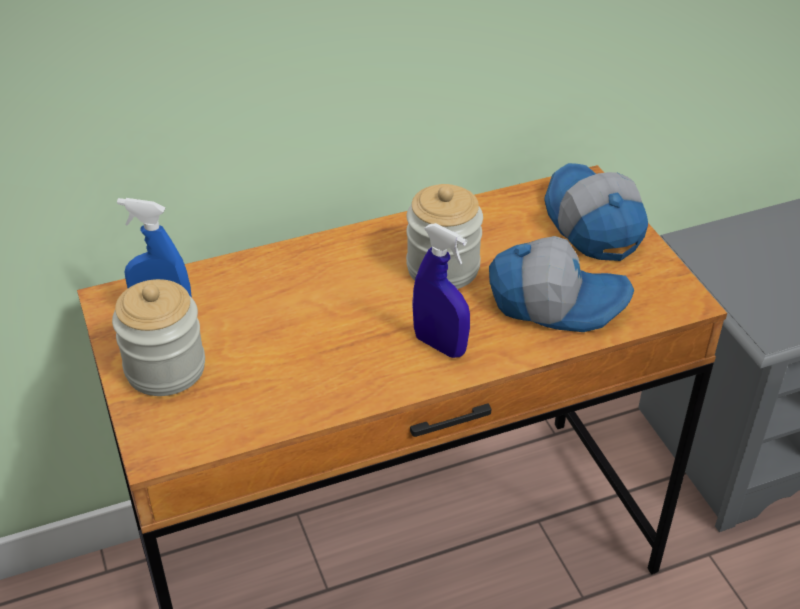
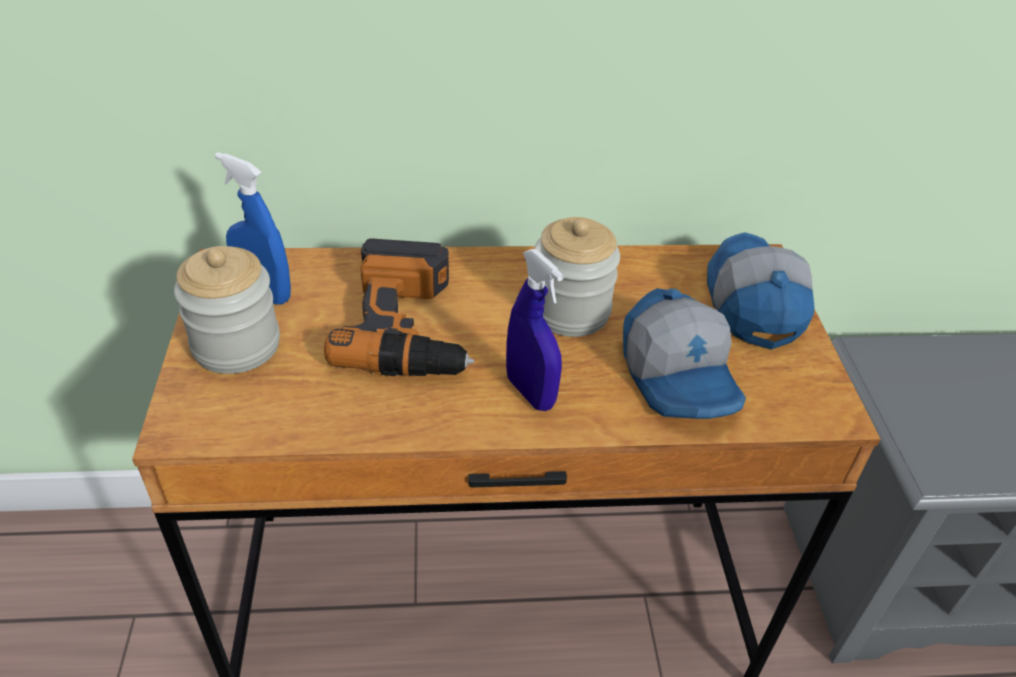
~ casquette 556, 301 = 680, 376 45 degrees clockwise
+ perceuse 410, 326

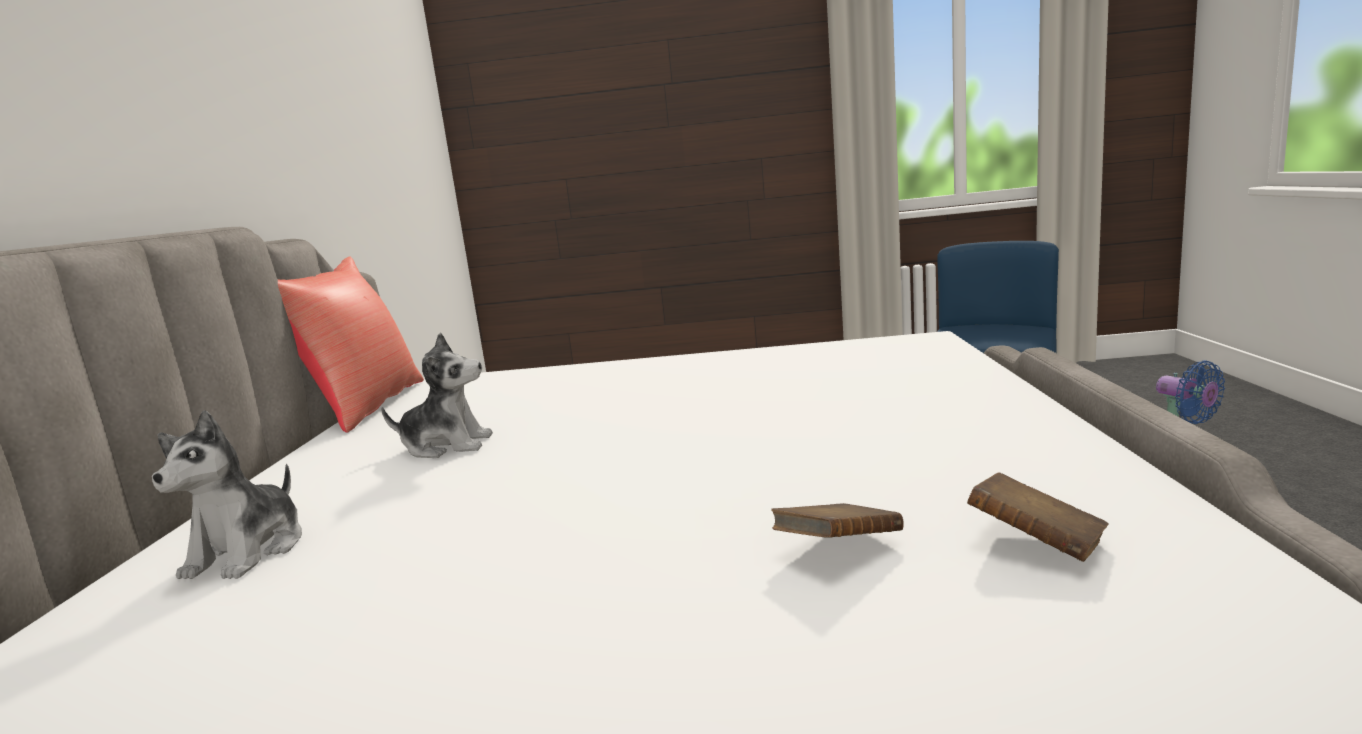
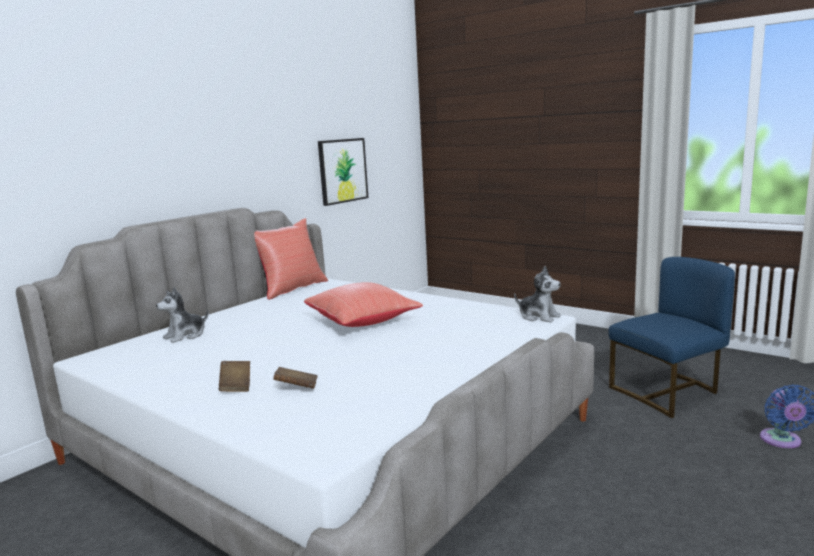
~ peluche 447, 445 to 539, 317
~ livre/marron 1036, 543 to 236, 386
+ tableau 342, 171
+ coussin/rouge 363, 322

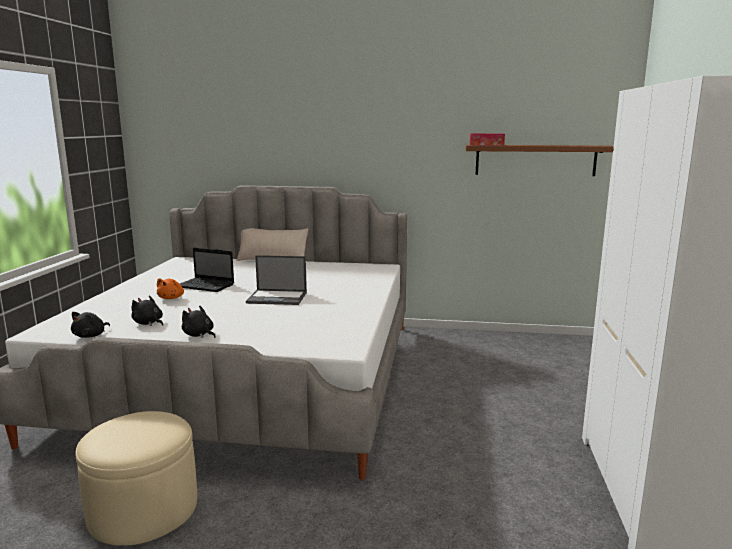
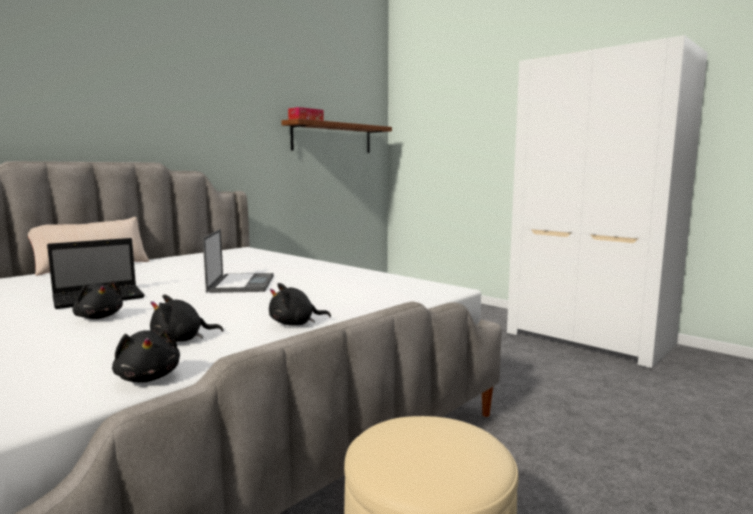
~ ordinateur portable 278, 298 = 241, 283 45 degrees counterclockwise
~ peluche/orange 171, 298 to peluche/noir 99, 317

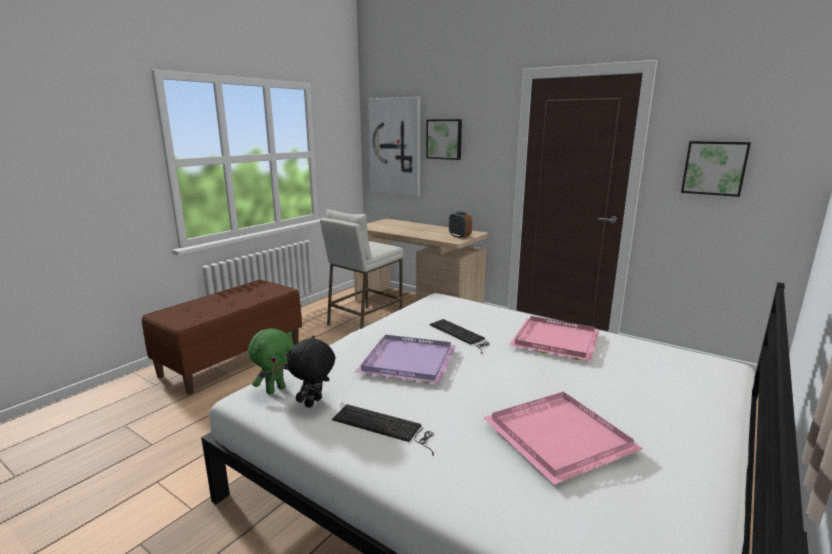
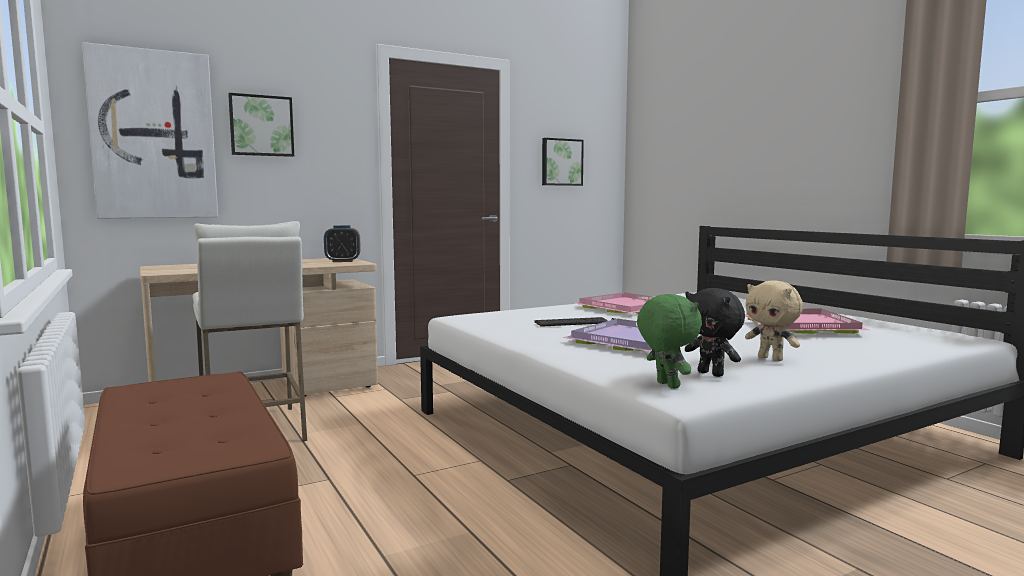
~ clavier 385, 427 to peluche/beige 771, 359

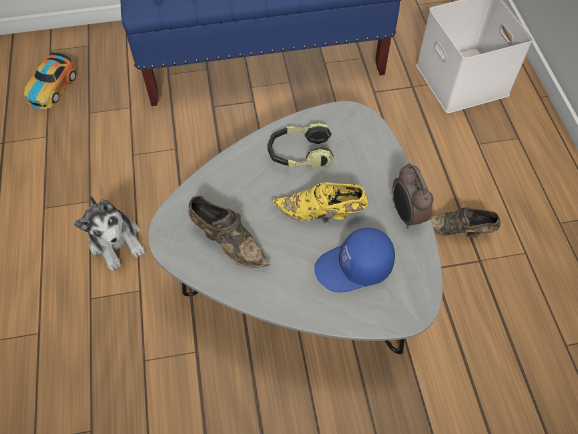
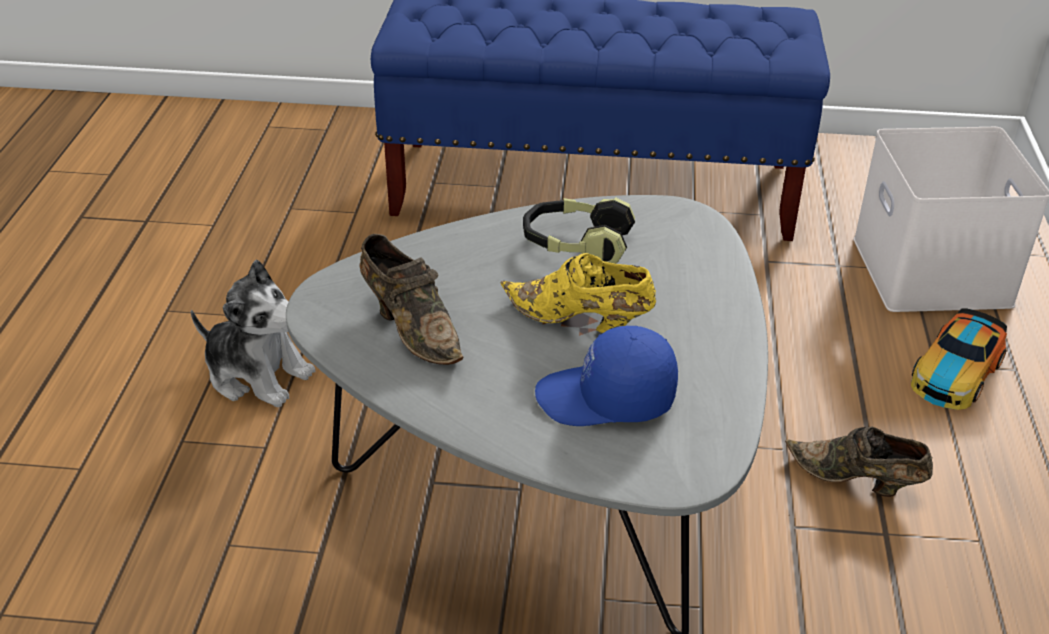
~ petite voiture 51, 87 to 955, 372
- réveil 406, 215
~ peluche 116, 241 = 258, 374 45 degrees counterclockwise

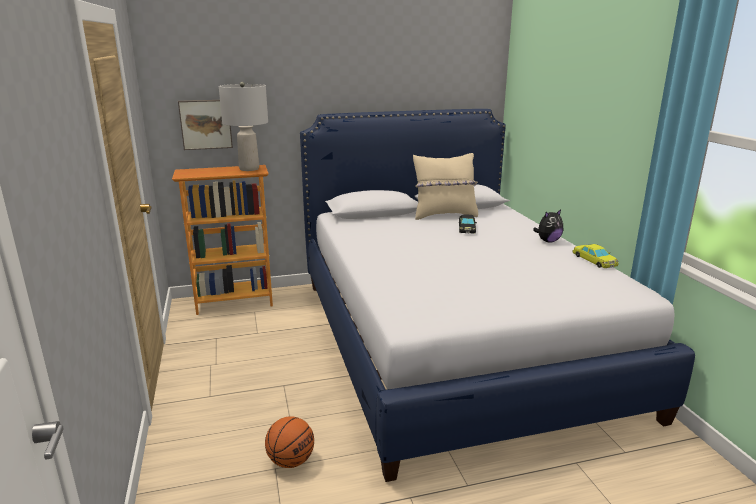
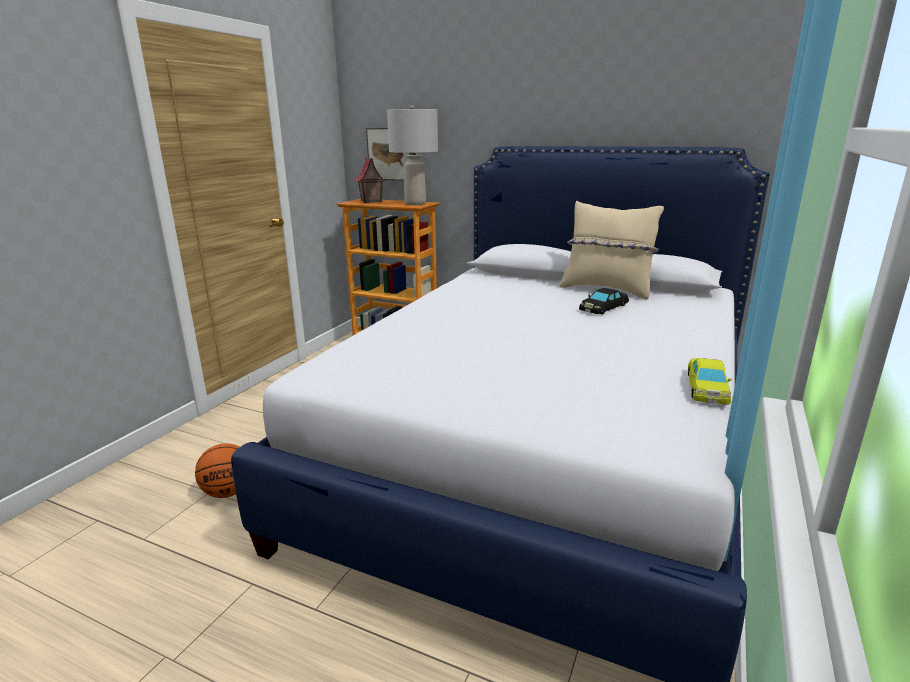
- peluche 548, 241
+ maison miniature 371, 201

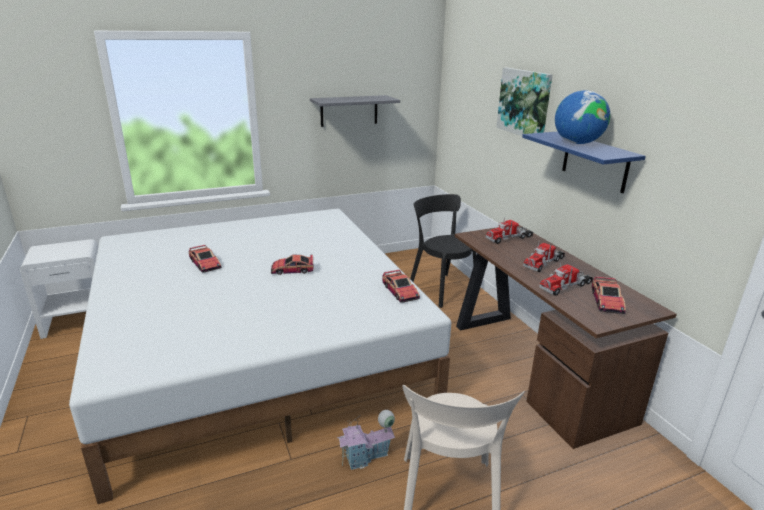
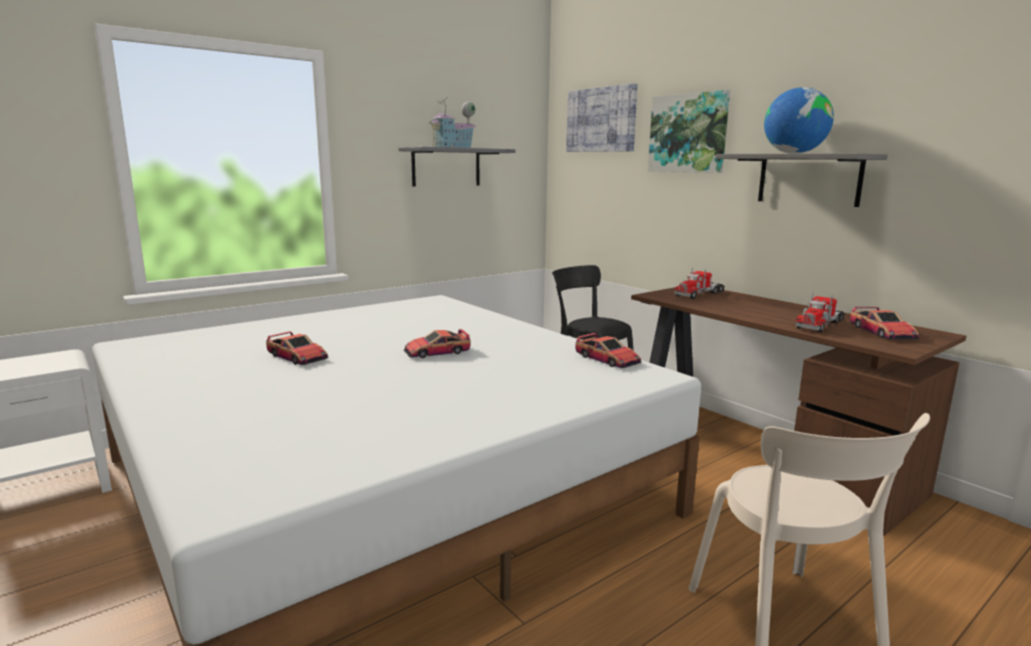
~ étagère/bleu 595, 161 to étagère/gris 808, 179
- camion jouet 544, 263
~ maison miniature 366, 457 to 453, 147
+ tableau 601, 120

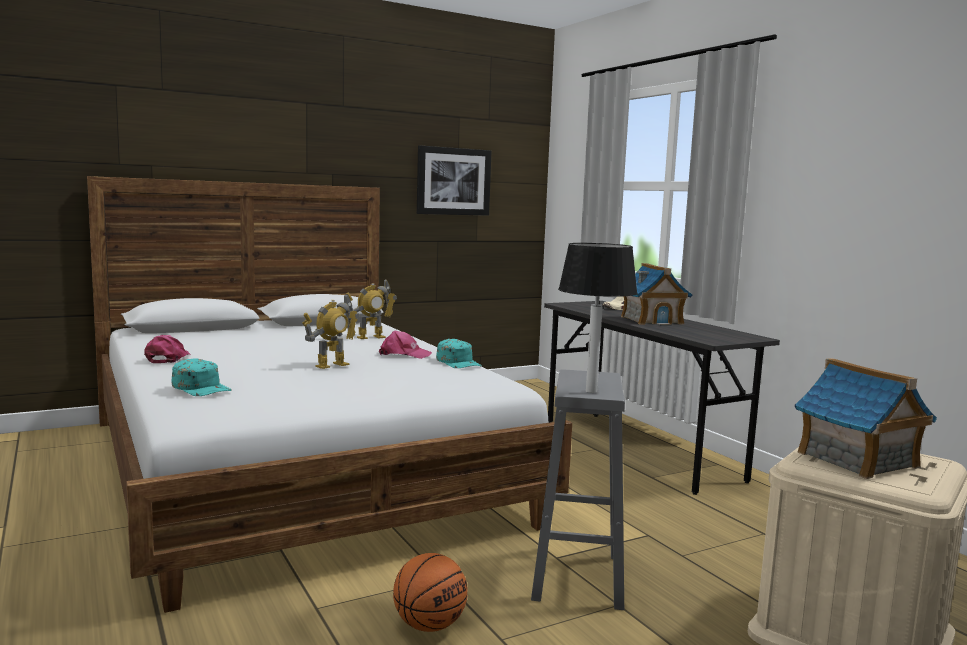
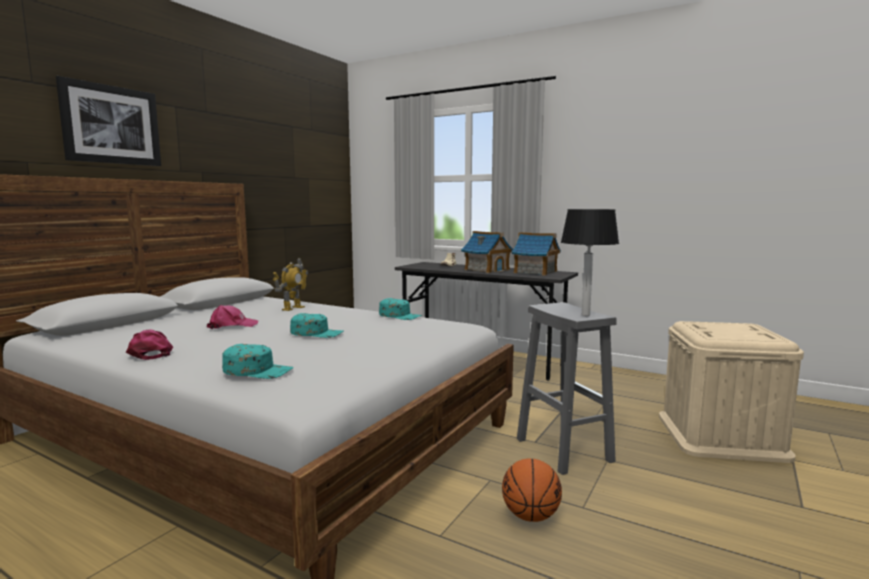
~ tableau 453, 181 to 111, 125
~ robot jouet 332, 365 to casquette/turquoise 317, 333
~ casquette/rose 404, 354 to 232, 325
~ maison miniature 858, 460 to 535, 272

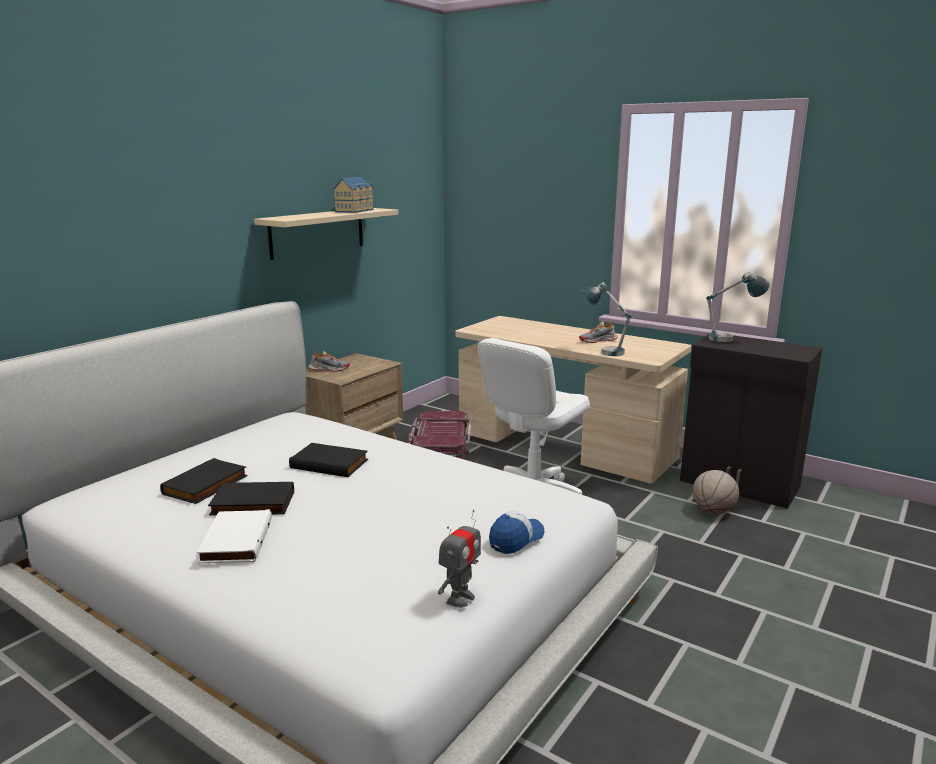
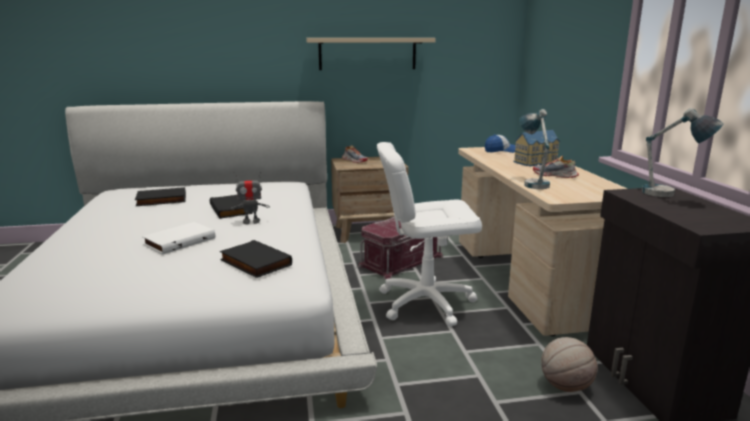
~ maison miniature 356, 210 to 537, 162
~ livre/noir 252, 504 to 254, 263
~ livre/blanc 235, 541 to 179, 241
~ robot jouet 460, 598 to 251, 221
~ casquette 516, 539 to 501, 151

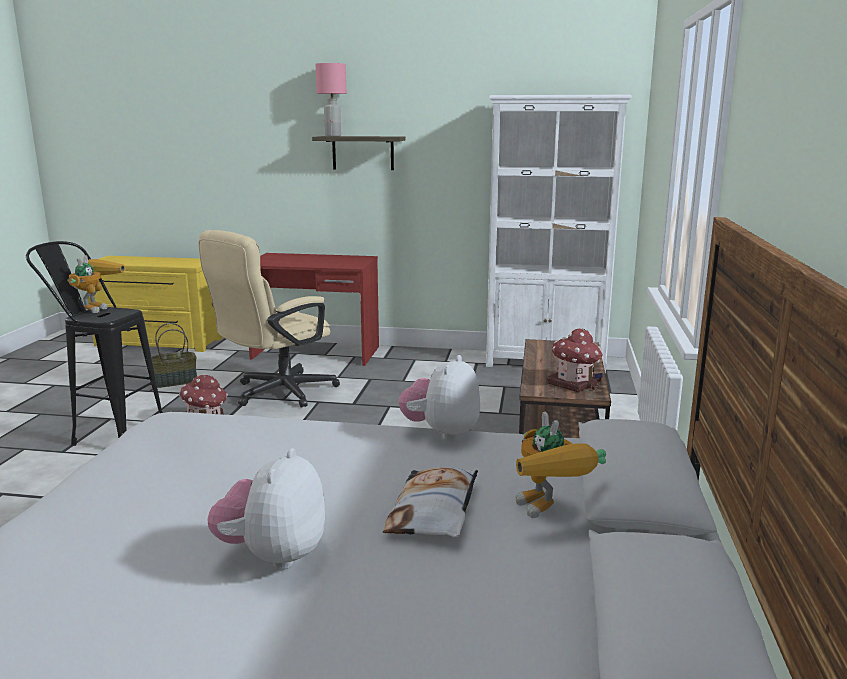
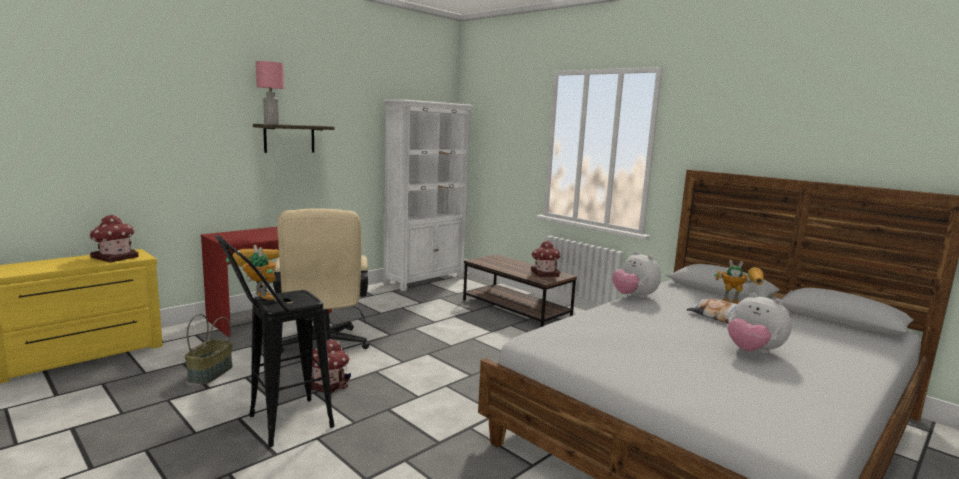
+ maison miniature 114, 257

